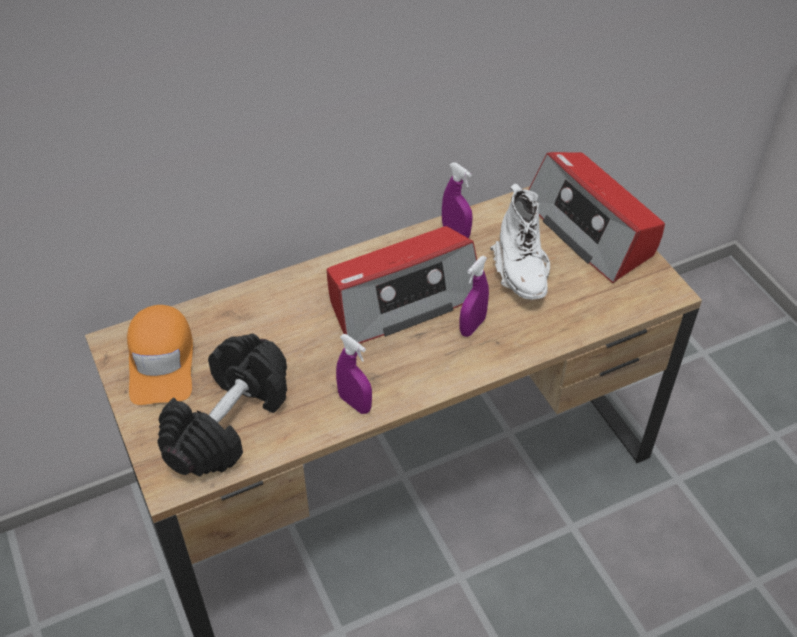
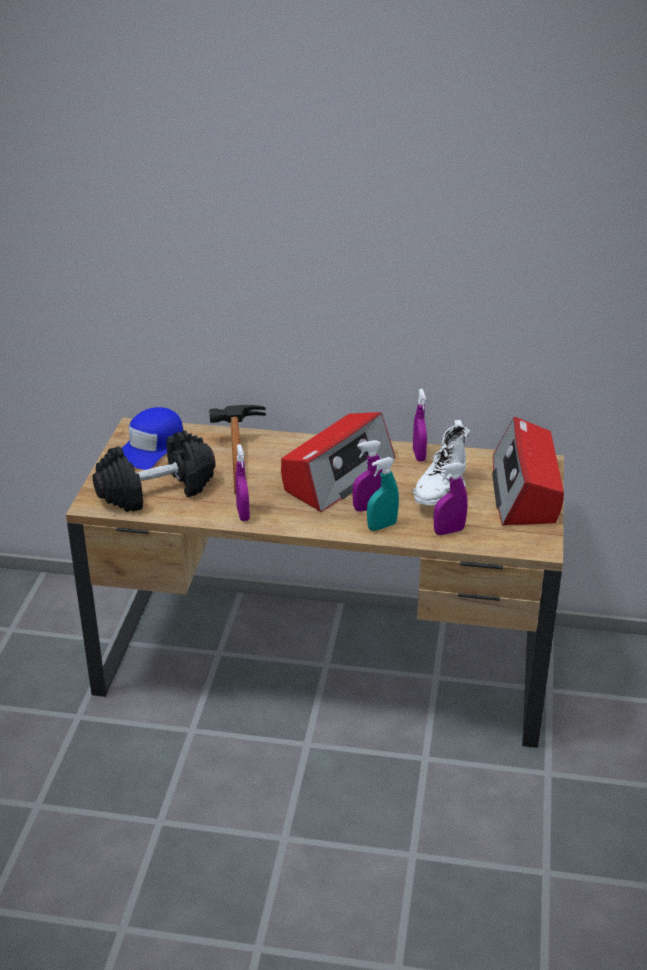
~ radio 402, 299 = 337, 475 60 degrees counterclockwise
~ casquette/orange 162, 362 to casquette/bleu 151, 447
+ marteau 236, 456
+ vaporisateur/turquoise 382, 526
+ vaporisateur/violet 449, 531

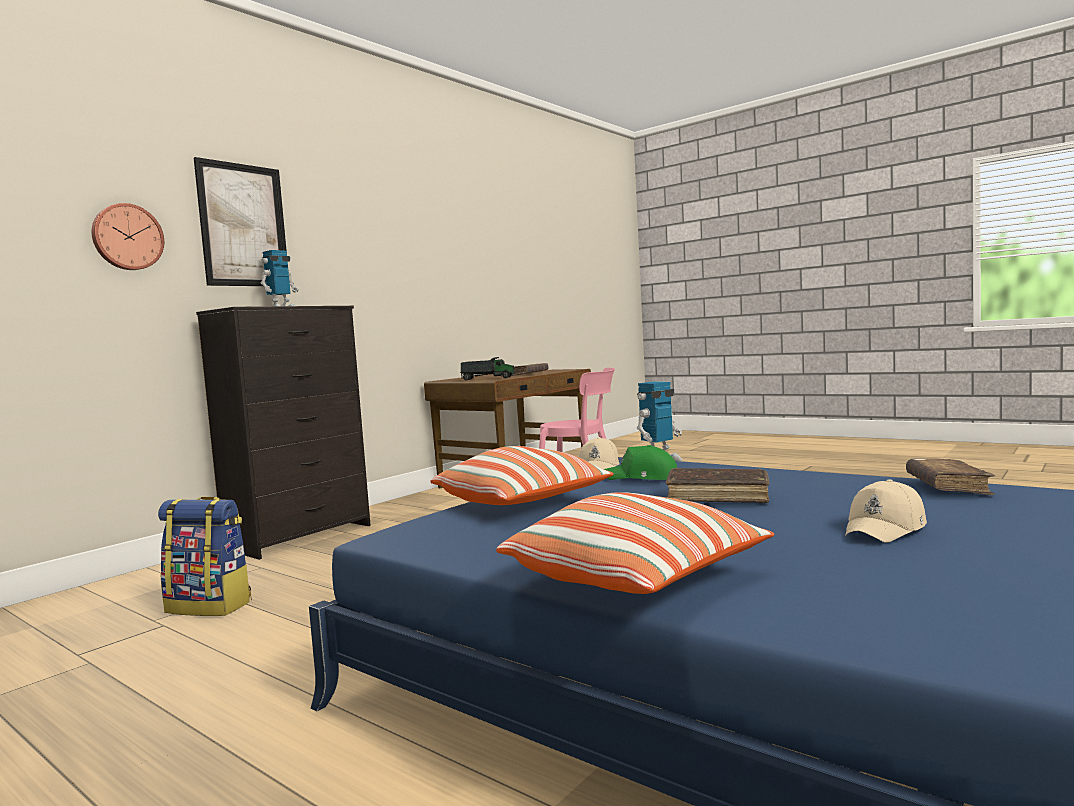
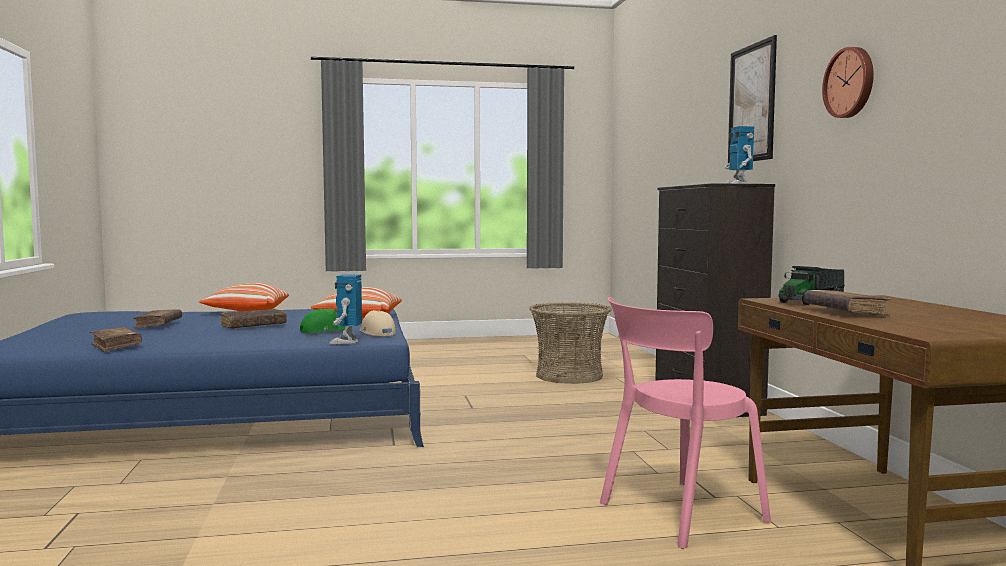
~ horloge murale 127, 237 to 850, 82
~ casquette/beige 886, 529 to livre/marron 158, 325
~ sac à dos 211, 606 to panier 569, 376

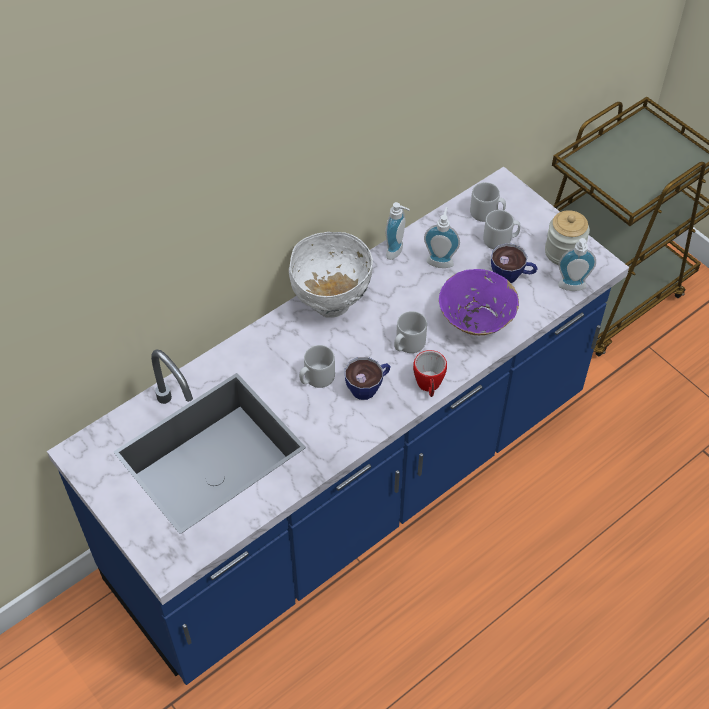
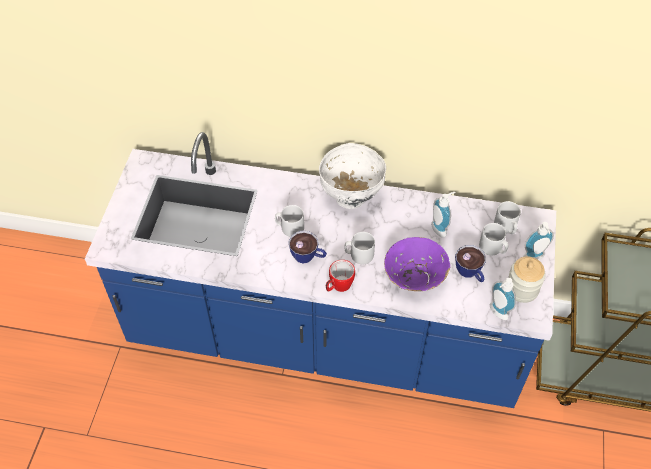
~ distributeur de savon 397, 251 to 534, 259

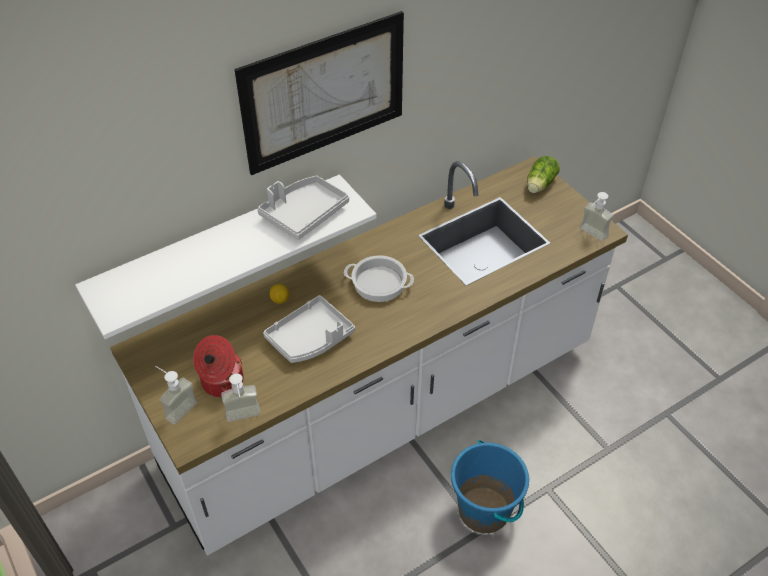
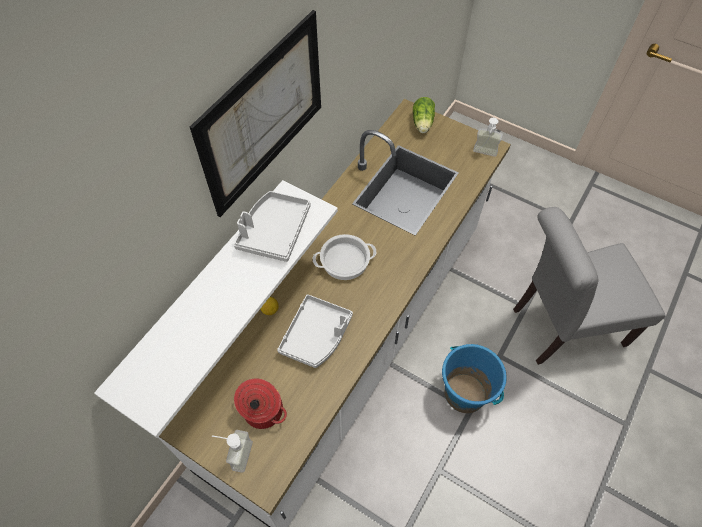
- distributeur de savon 244, 419
+ chaise/gris 561, 327

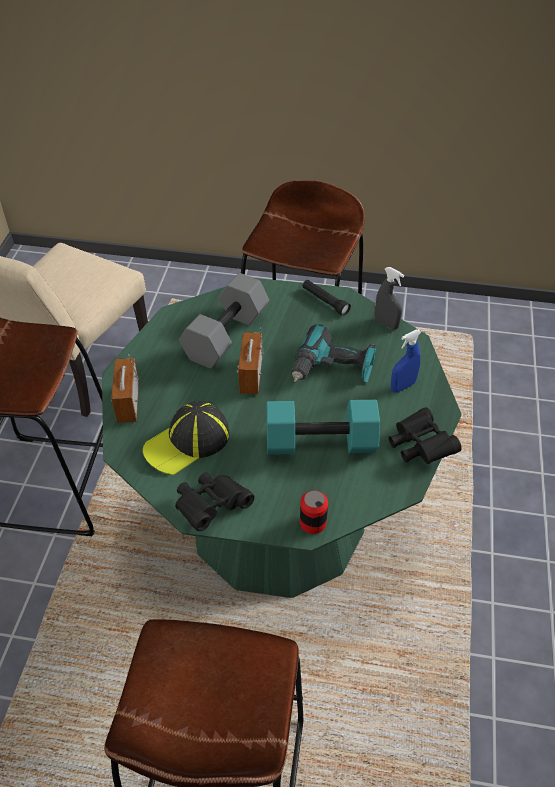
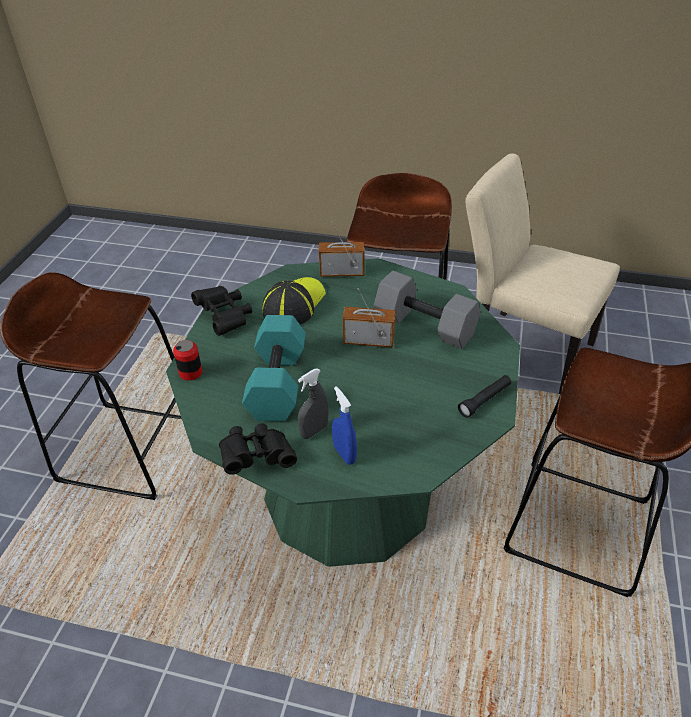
~ vaporisateur/gris 386, 324 to 314, 431
- perceuse 332, 369
~ casquette 187, 442 = 294, 304 60 degrees clockwise

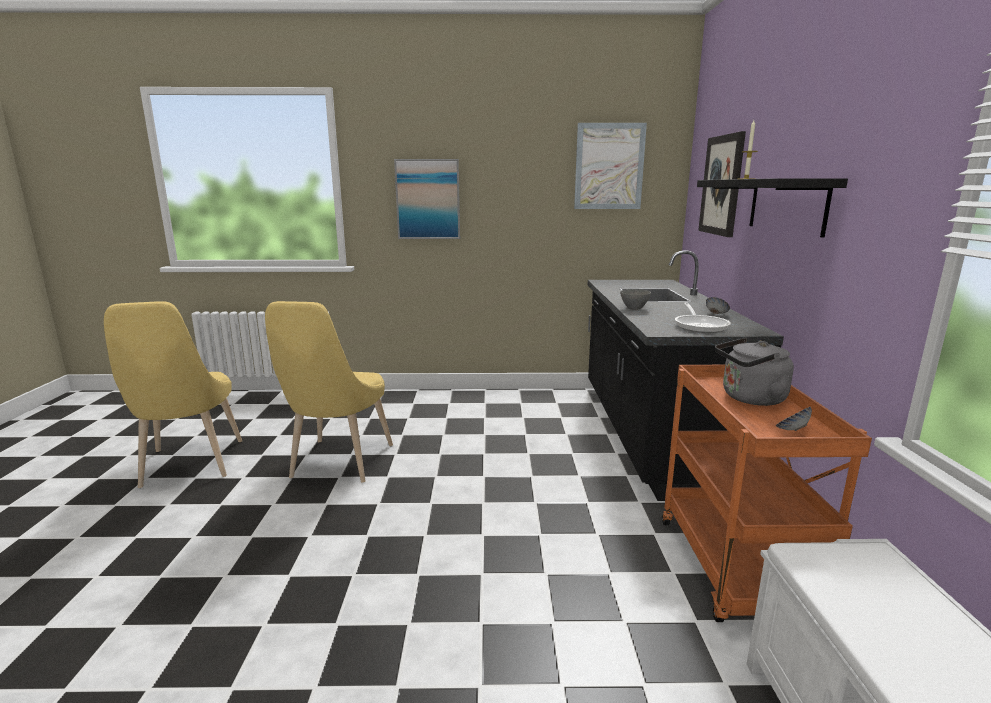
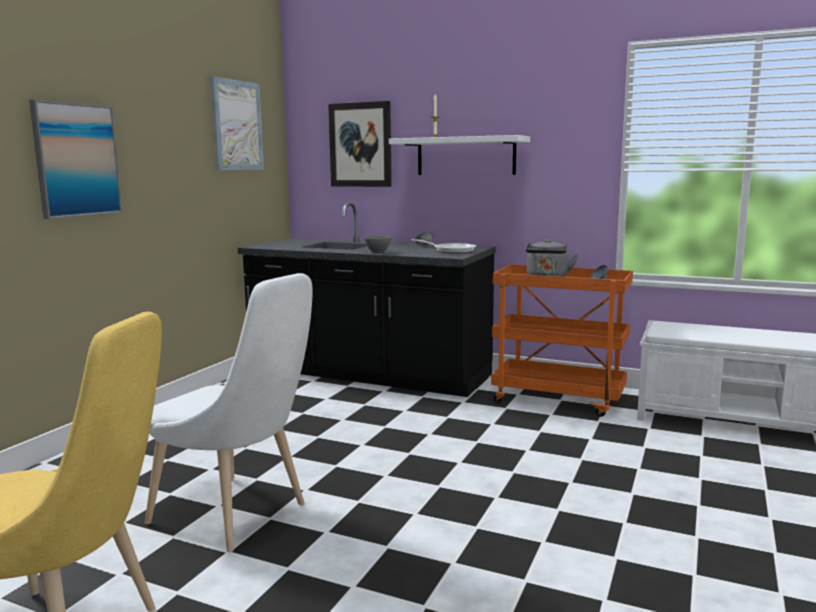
~ étagère/noir 787, 205 to étagère/blanc 465, 156
~ chaise/jaune 338, 464 to chaise/blanc 236, 516

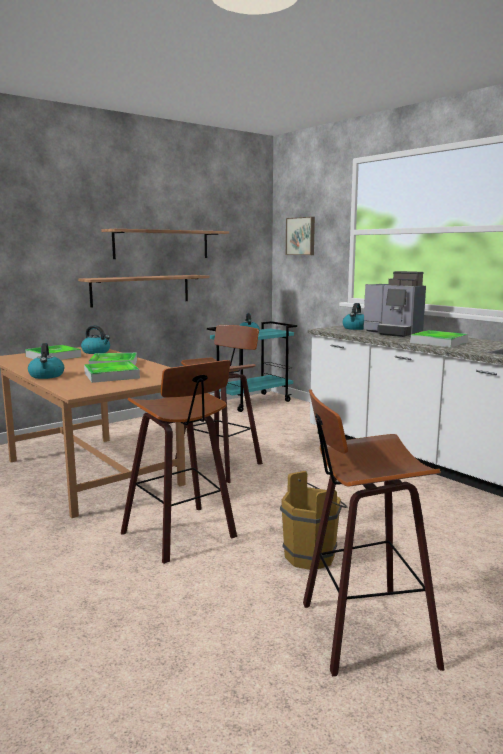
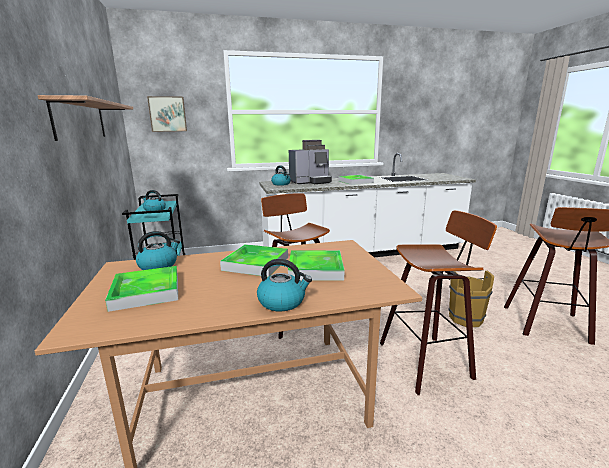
- étagère 141, 290

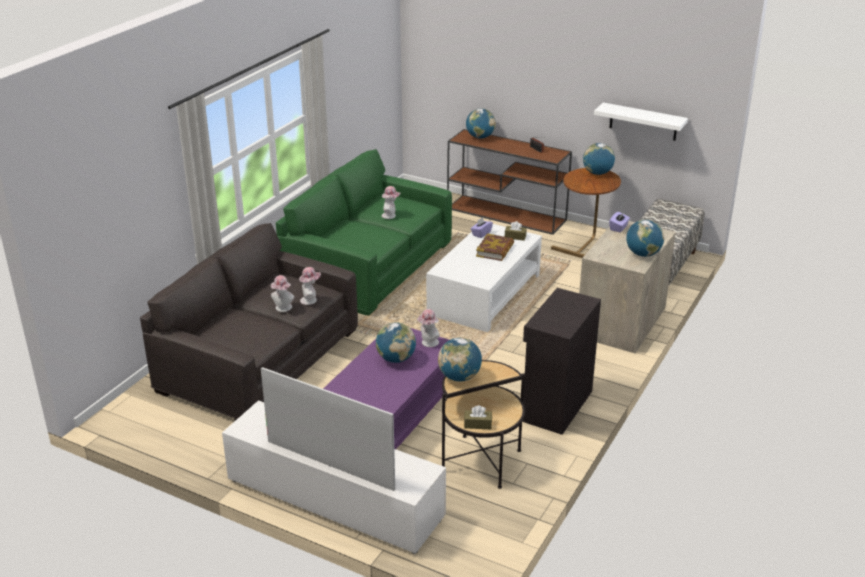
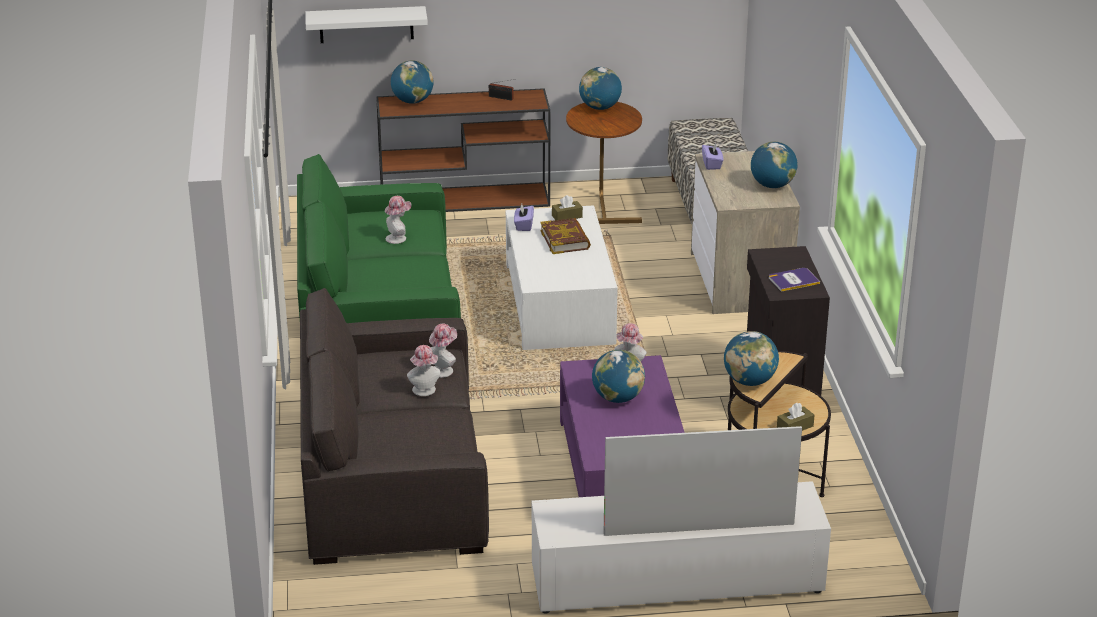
~ étagère/blanc 643, 122 to 366, 24
+ livre 793, 280

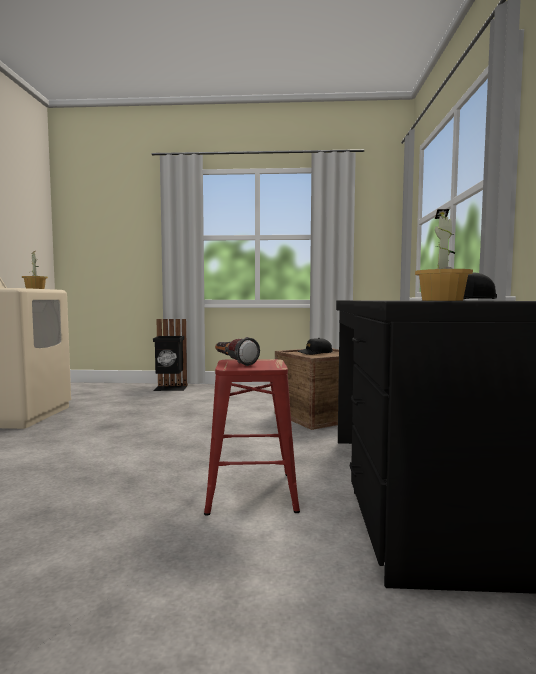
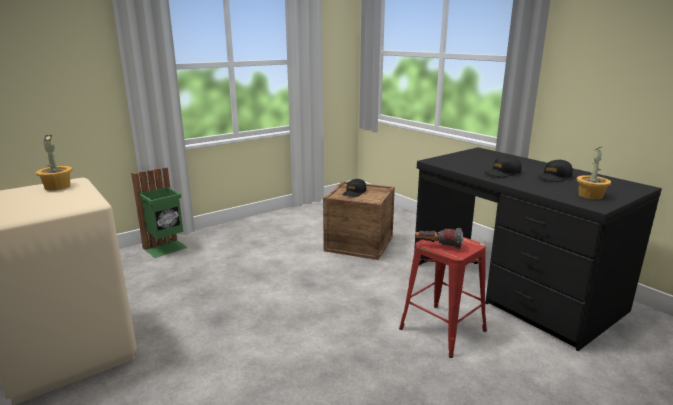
~ poubelle/noir 170, 388 to poubelle/vert 166, 248
+ casquette/noir 502, 173

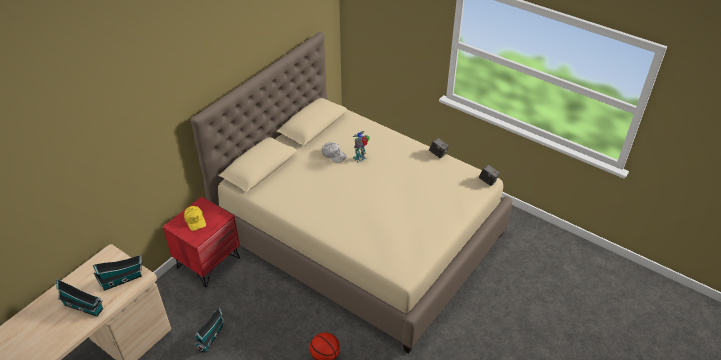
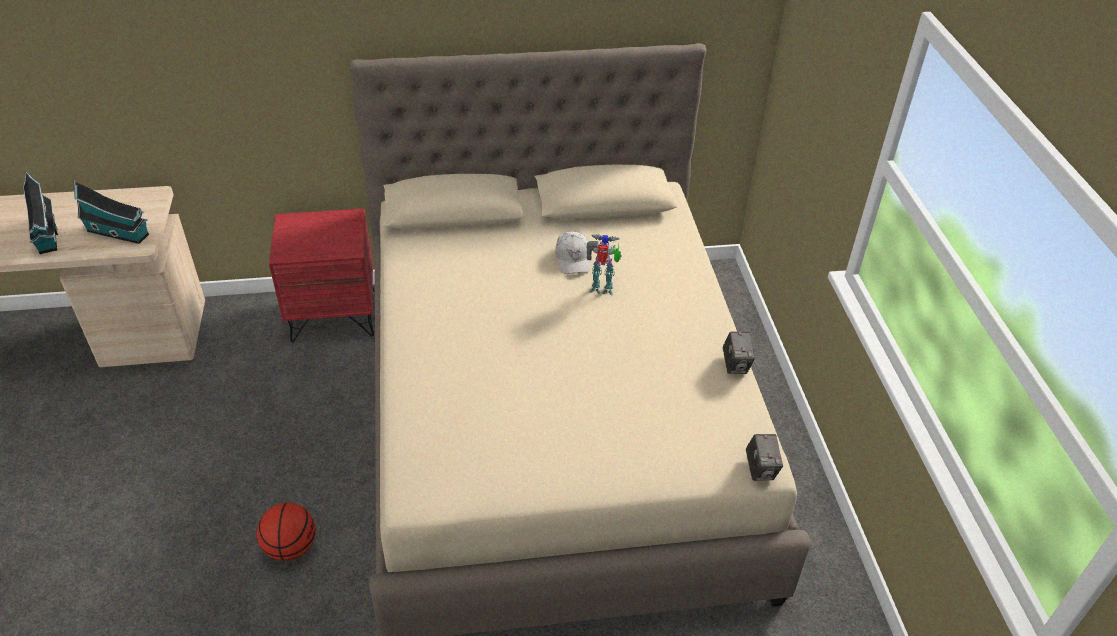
- casquette/jaune 195, 220
- maison miniature 211, 336

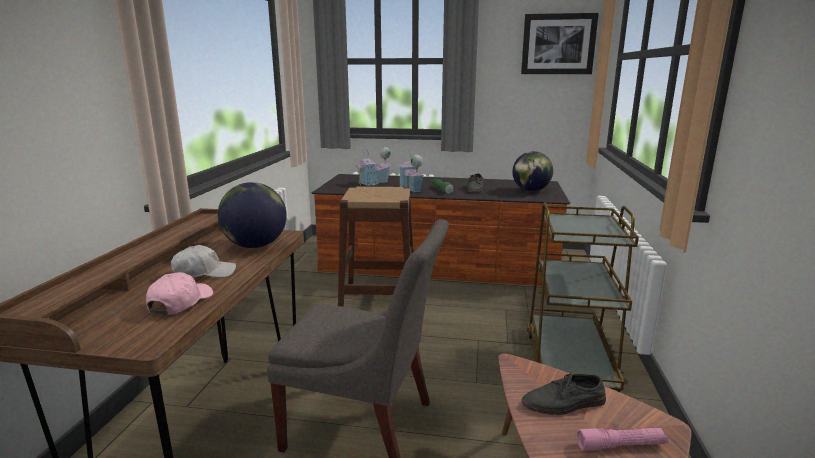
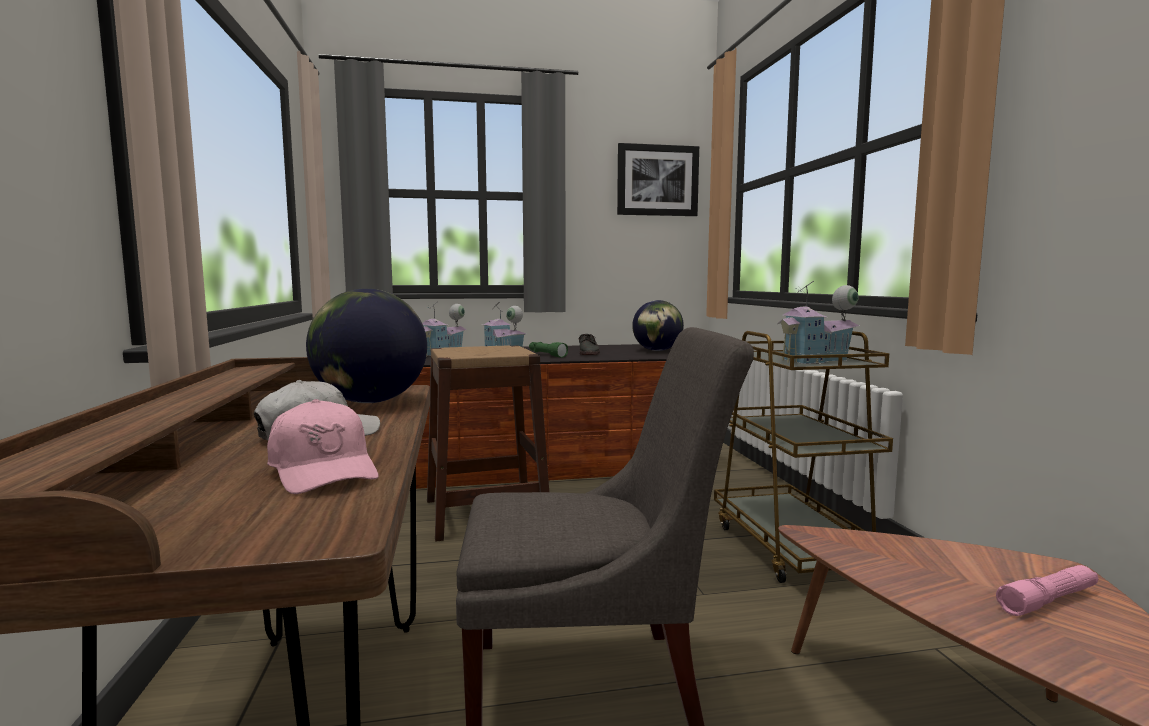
~ casquette/rose 180, 303 = 324, 471 150 degrees clockwise
- chaussure/gris 564, 403
+ maison miniature 817, 360

